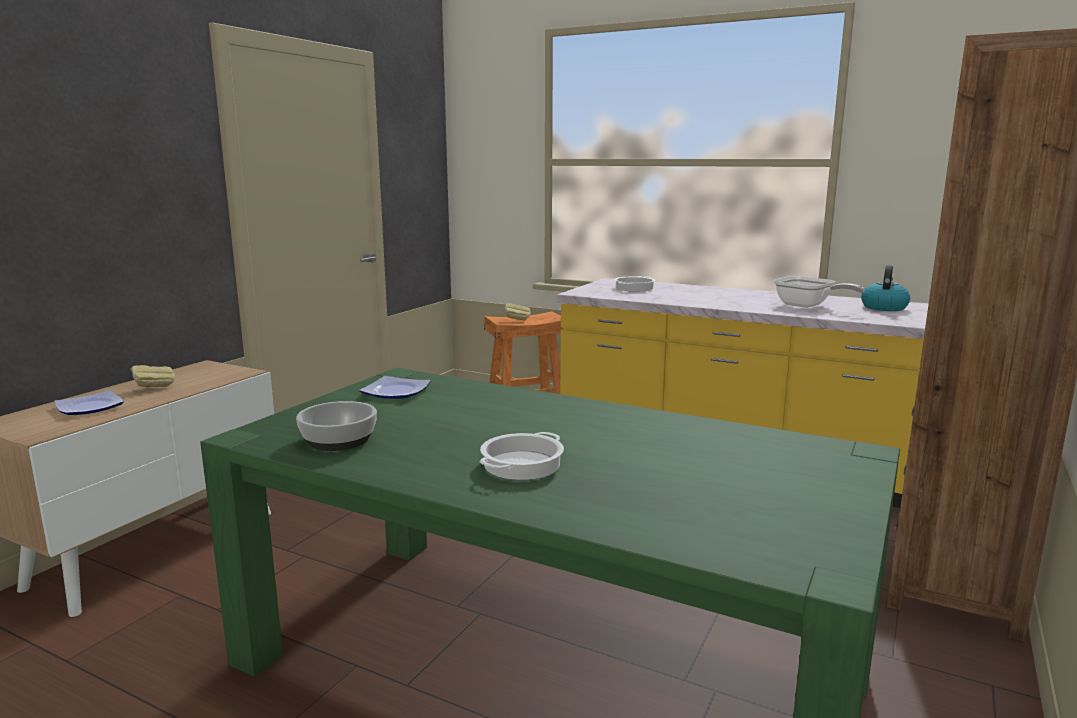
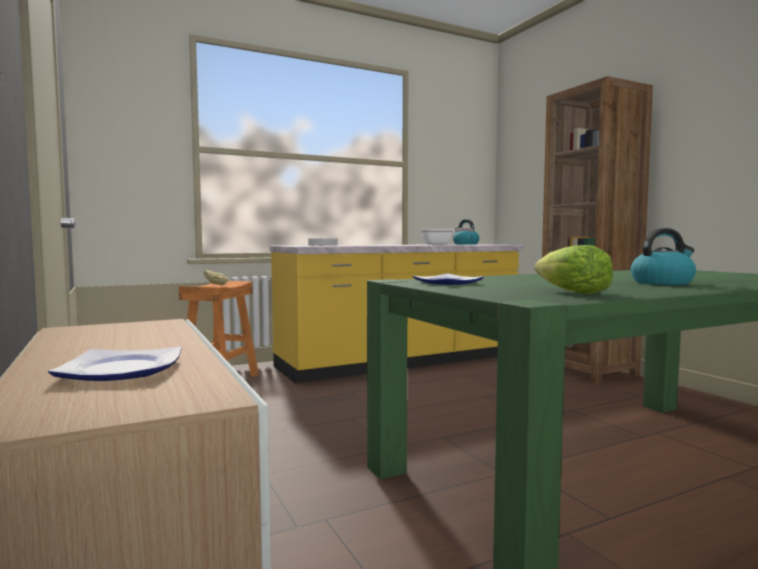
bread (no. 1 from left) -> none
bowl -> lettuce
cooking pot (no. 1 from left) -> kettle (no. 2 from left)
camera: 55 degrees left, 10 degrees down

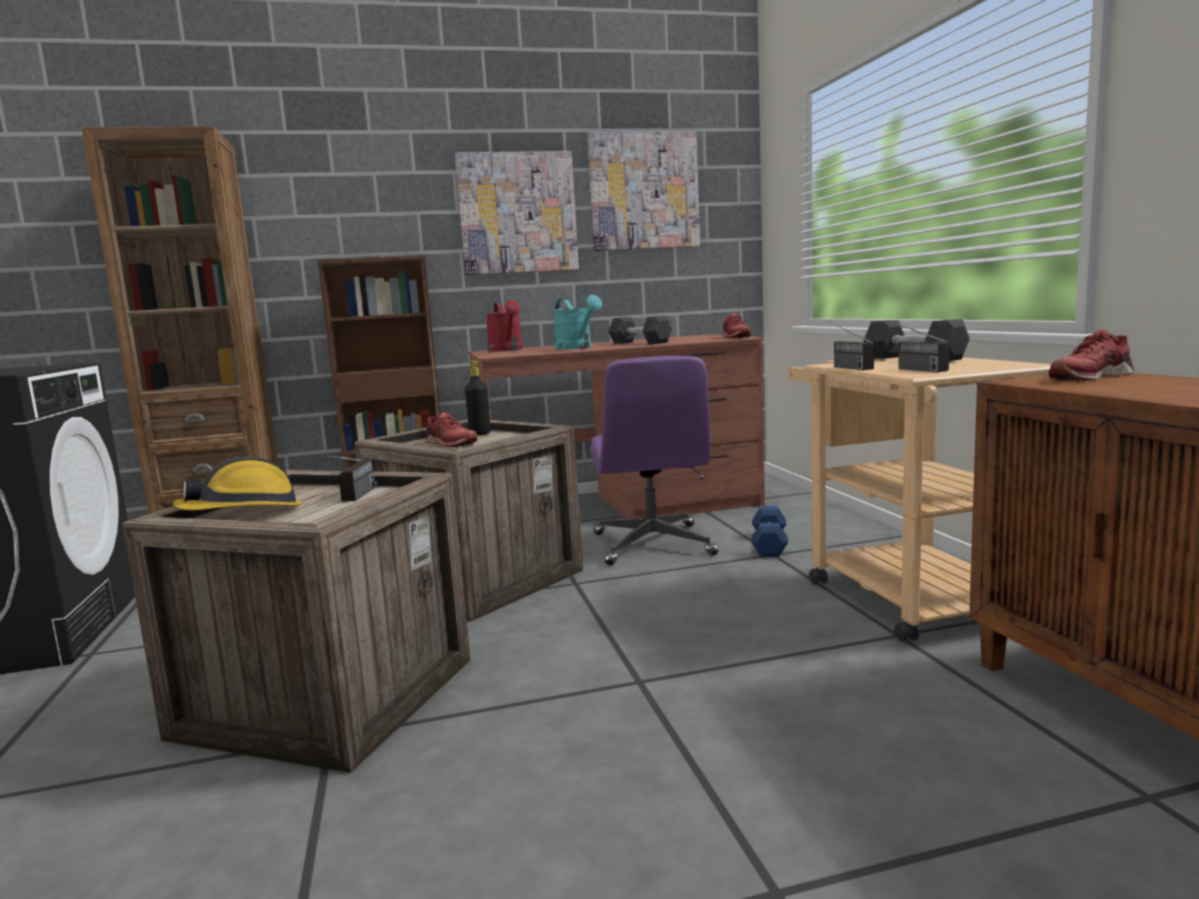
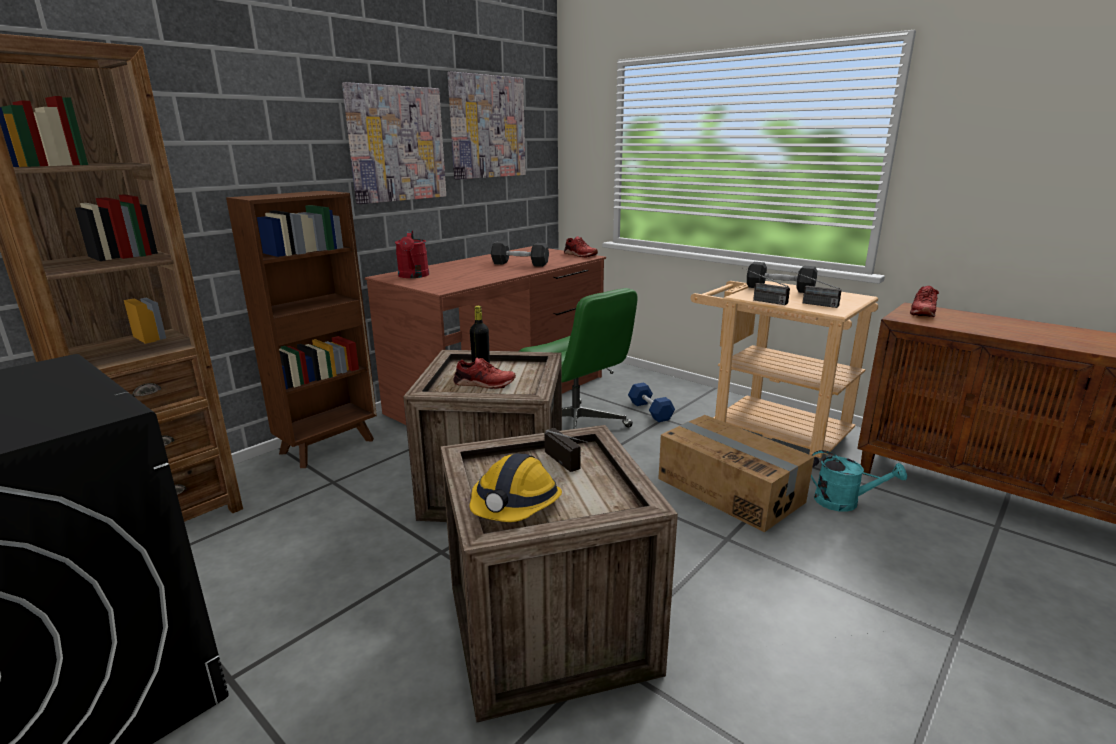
red watering can, 45 degrees clockwise
turquoise watering can, relocated
purple office chair -> green office chair
none -> cardboard box
camera: 35 degrees left, 10 degrees up

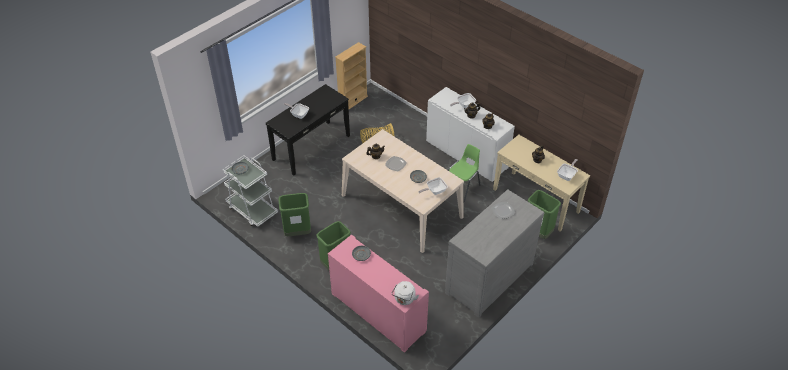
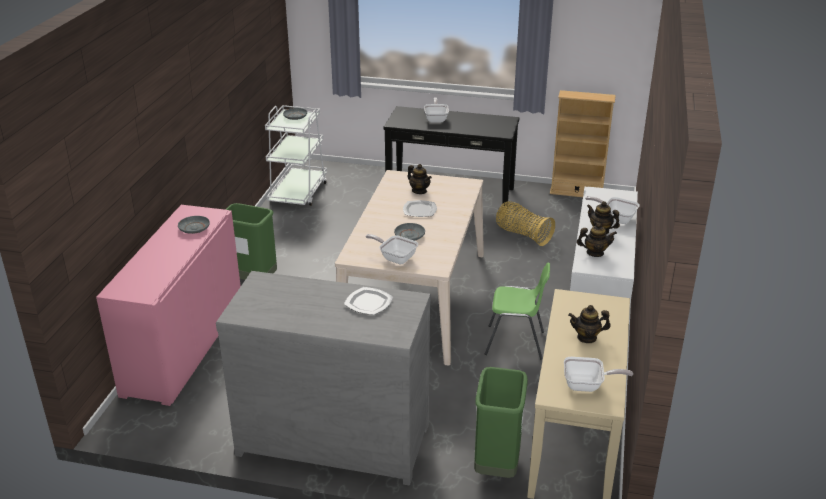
green trash can (no. 1 from left) -> none
white kettle -> none
camera: 60 degrees right, 15 degrees down

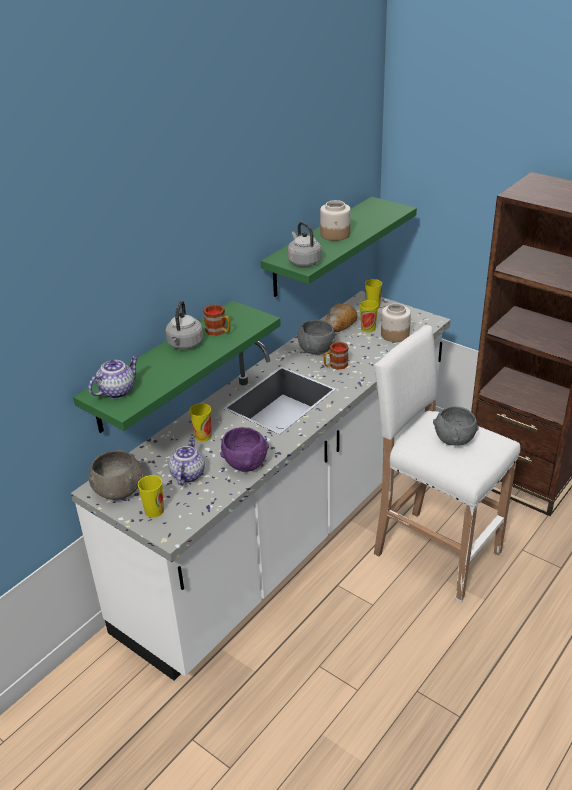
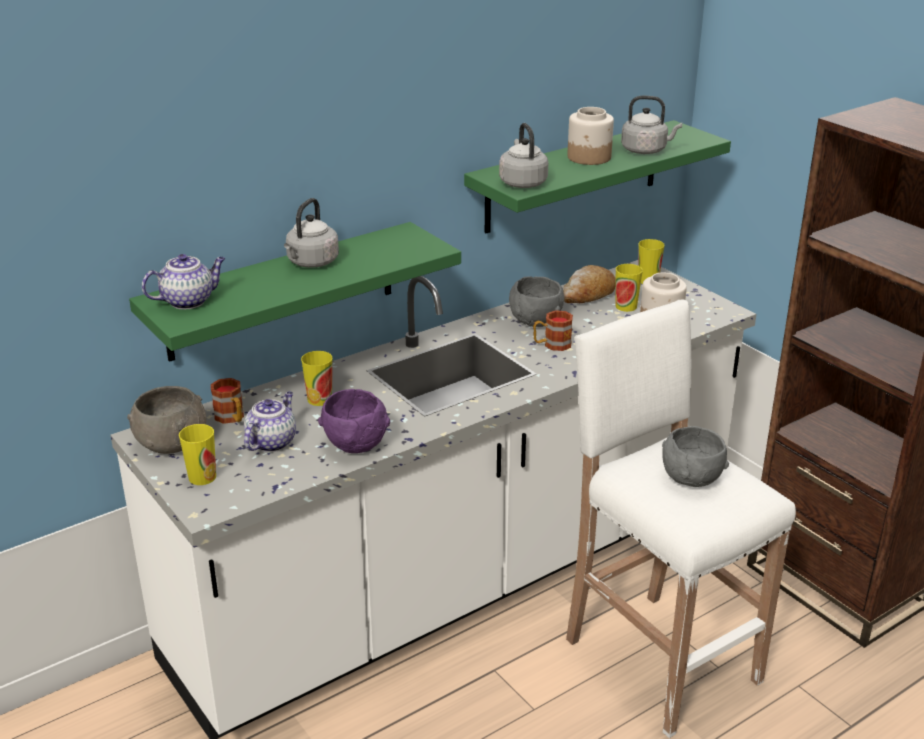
mug (no. 1 from left), relocated
none -> grey kettle (no. 3 from left)
camera: 15 degrees right, 5 degrees down

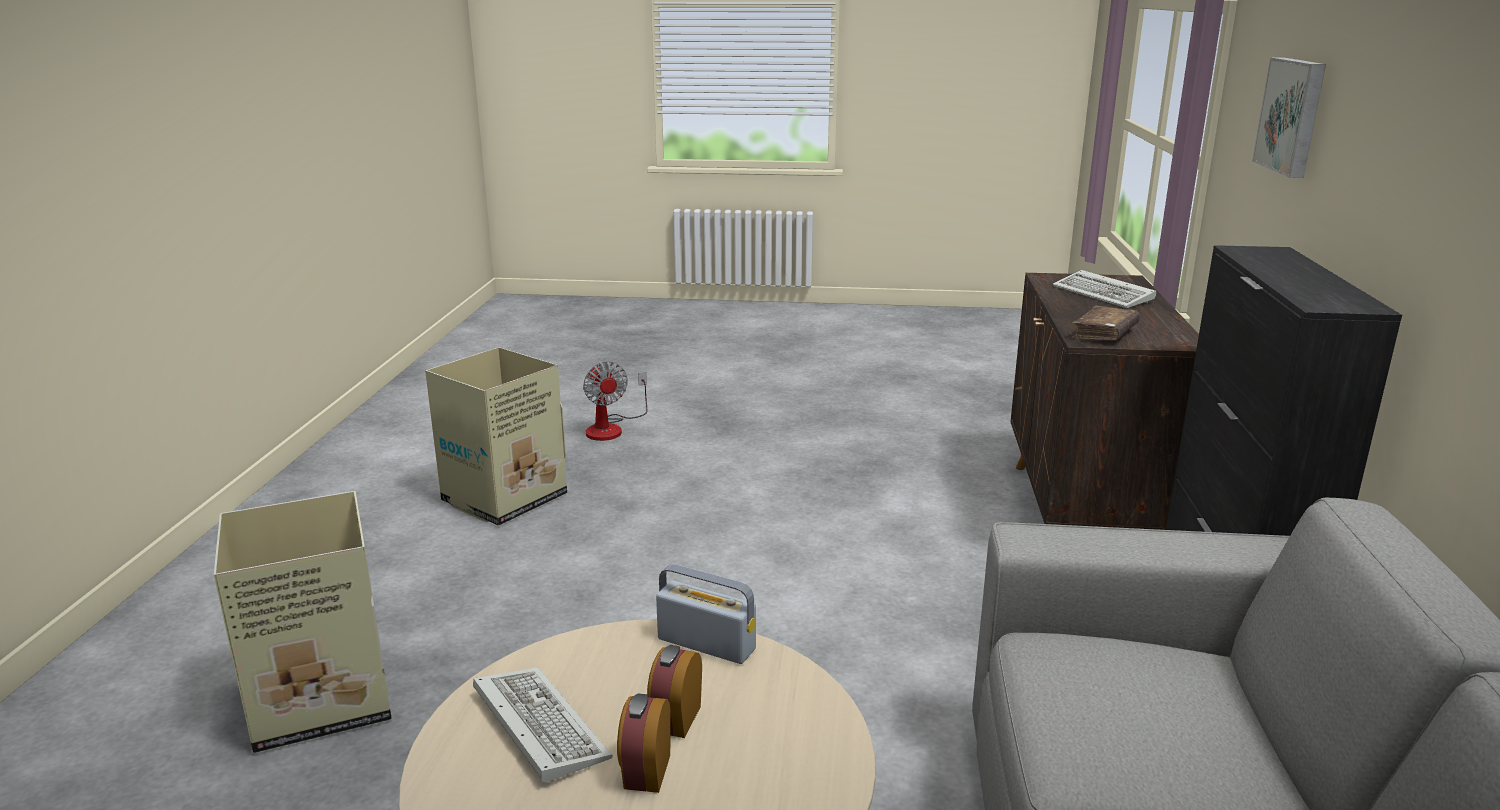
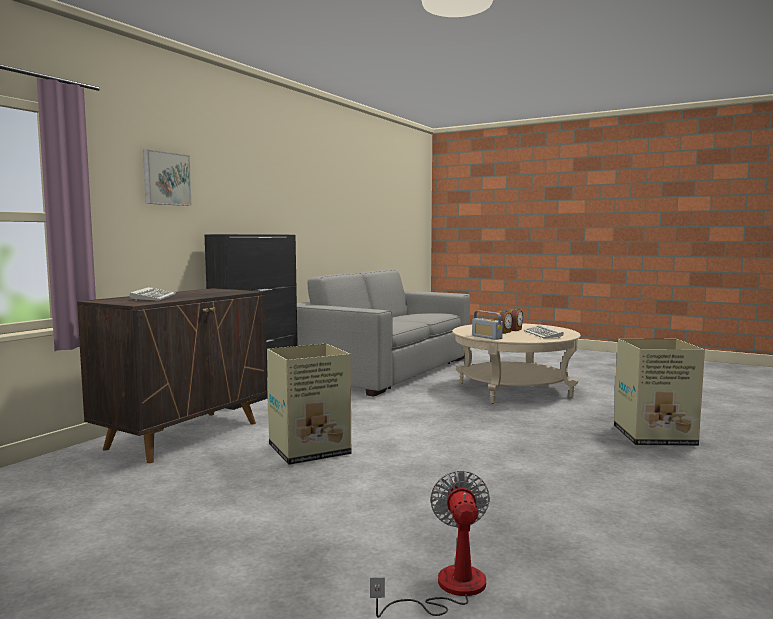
cardboard box (no. 2 from left in the first image) -> cardboard box (no. 1 from left), relocated
brown book -> none
camera: 155 degrees left, 15 degrees down

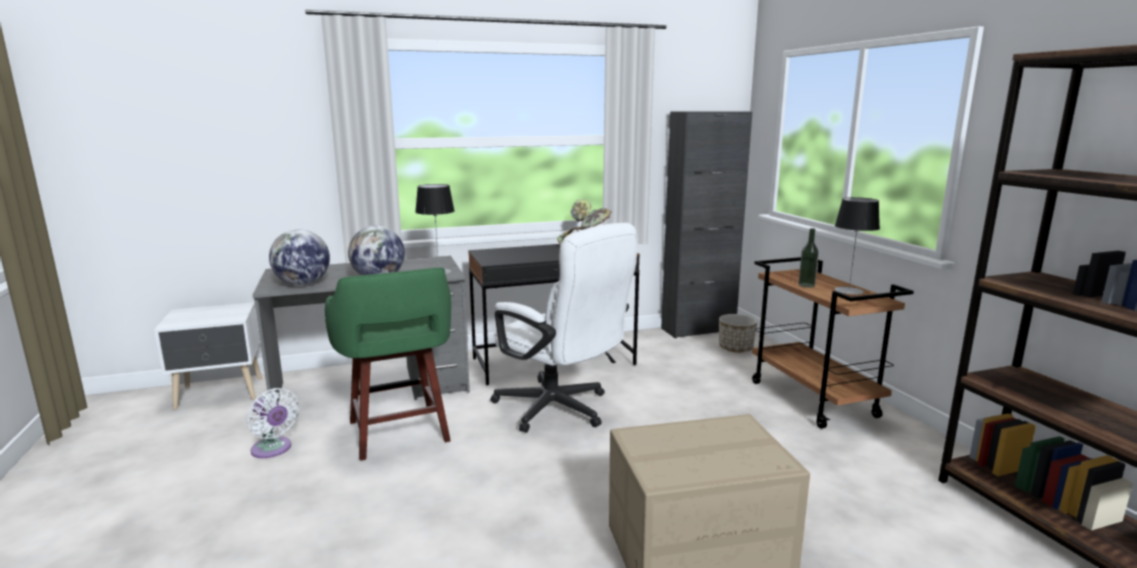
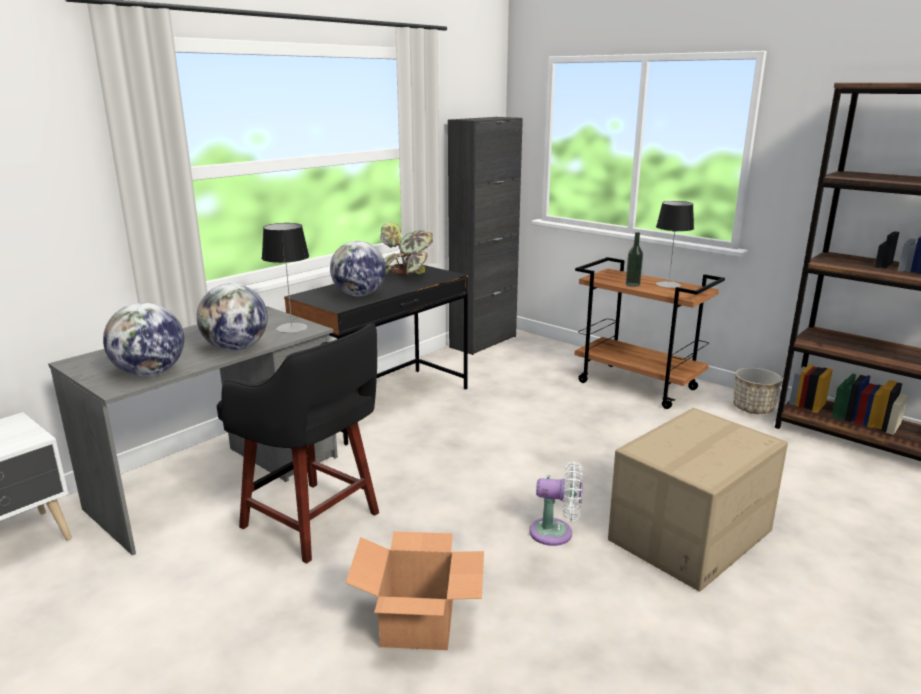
white fan, relocated
green stool -> black stool
white office chair -> none
planter, relocated
none -> globe (no. 3 from left)
none -> cardboard box (no. 1 from left)
camera: 30 degrees left, 5 degrees up

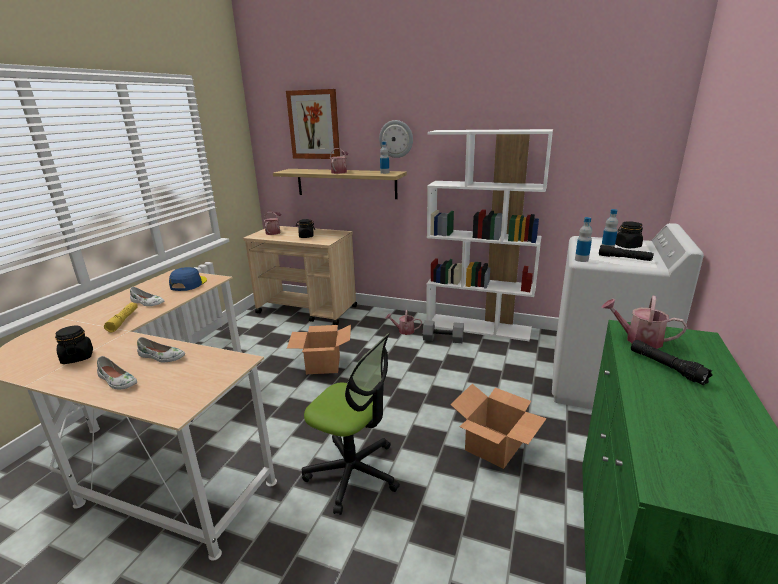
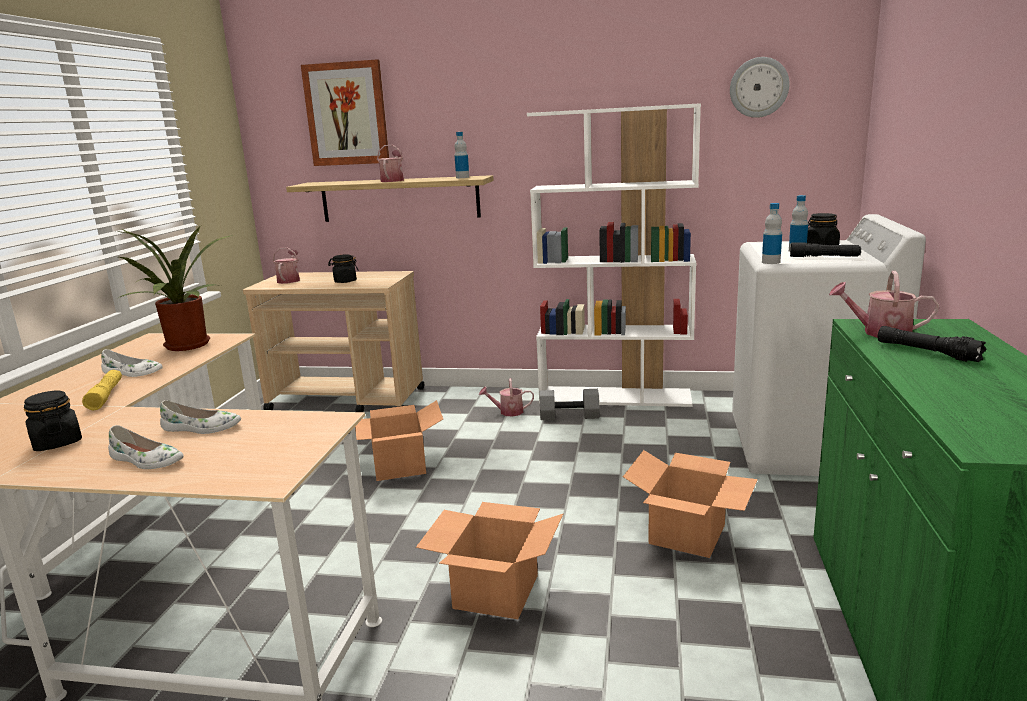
blue cap -> potted plant
office chair -> cardboard box (no. 2 from left)
wall clock, relocated
camera: 10 degrees left, 5 degrees down

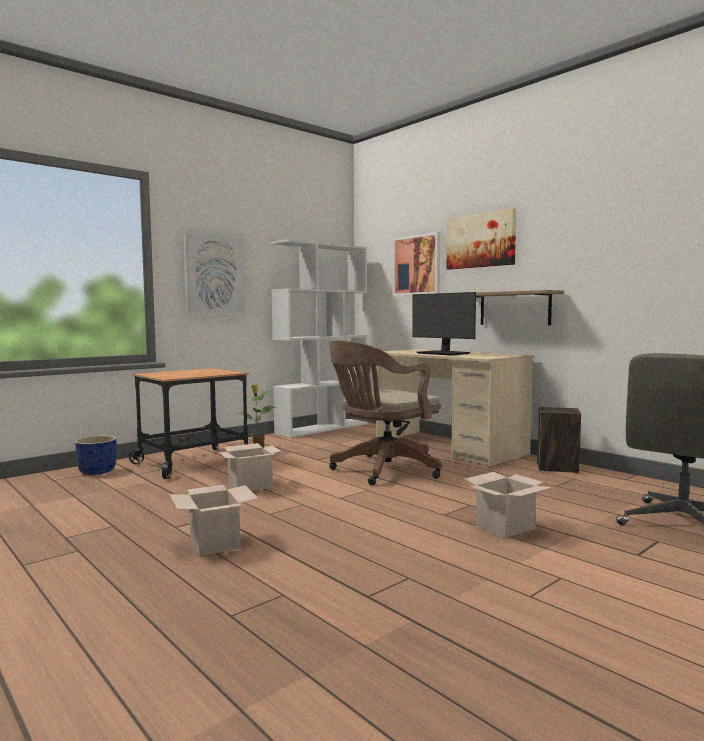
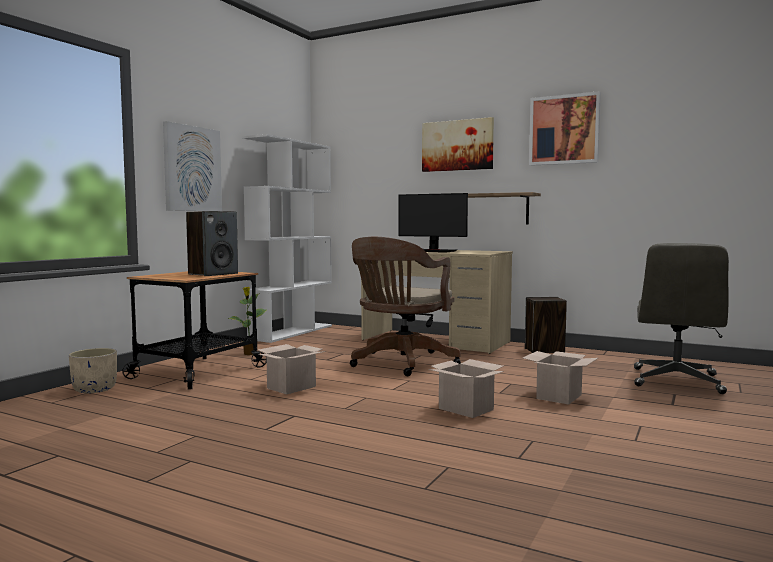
blue planter -> beige planter
cardboard box (no. 1 from left in the first image) -> cardboard box (no. 2 from left), relocated
picture (no. 2 from left in the first image) -> picture (no. 3 from left), relocated
none -> speaker (no. 1 from left)
camera: 20 degrees left, 0 degrees up

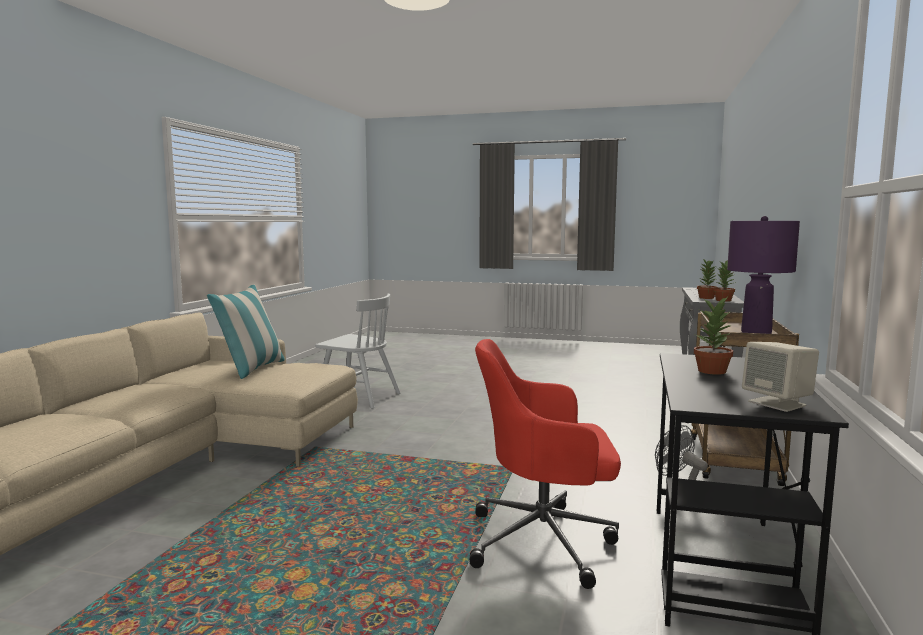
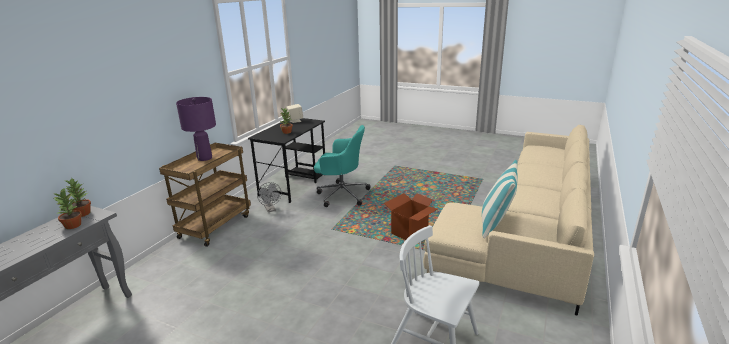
red office chair -> turquoise office chair
none -> cardboard box
camera: 170 degrees left, 15 degrees up

